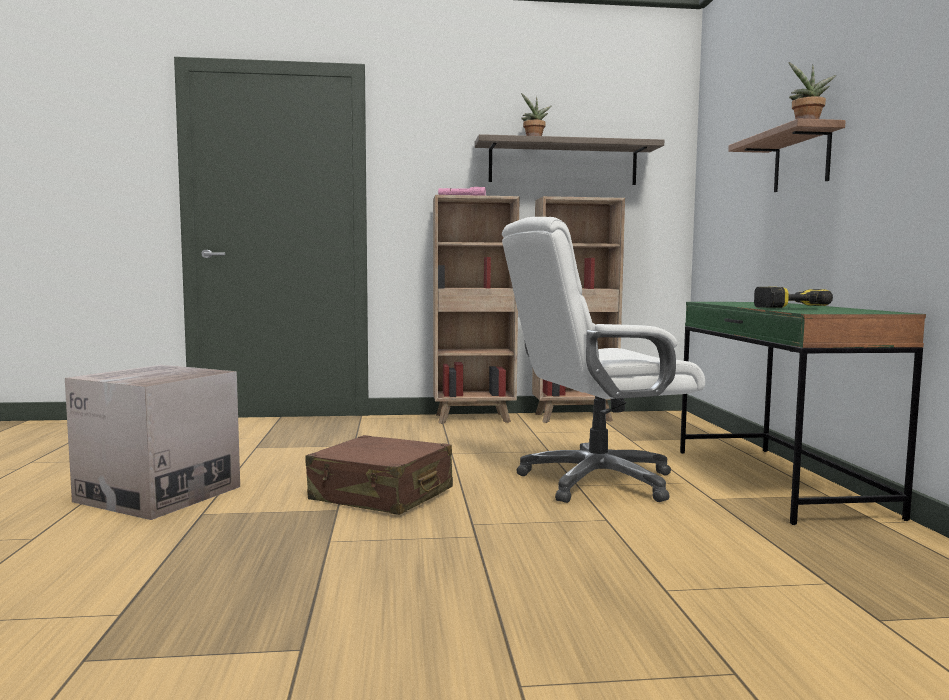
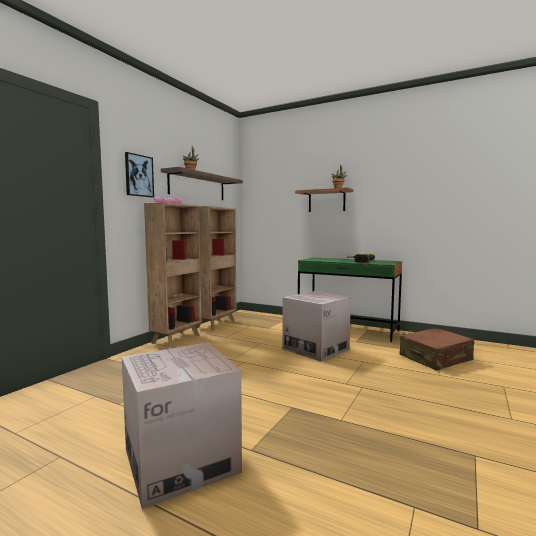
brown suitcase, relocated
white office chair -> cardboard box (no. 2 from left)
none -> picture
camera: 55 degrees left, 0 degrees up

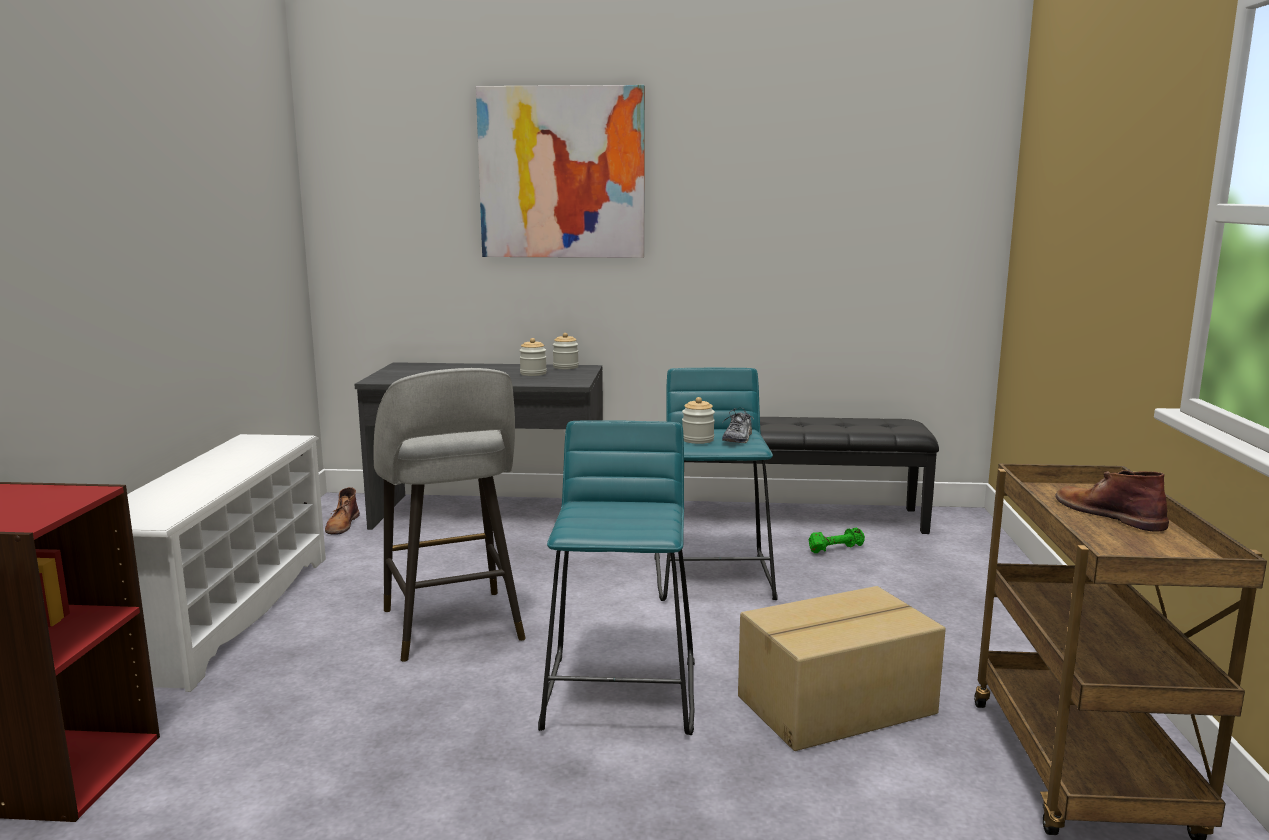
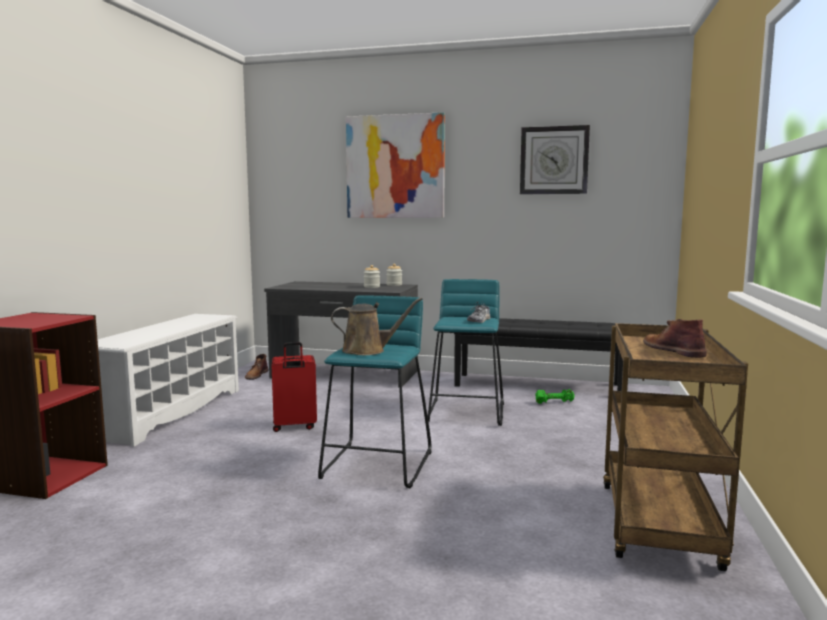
grey stool -> red suitcase
jar (no. 3 from left) -> none
cardboard box -> none
none -> brown watering can
none -> wall clock
camera: 10 degrees right, 5 degrees down

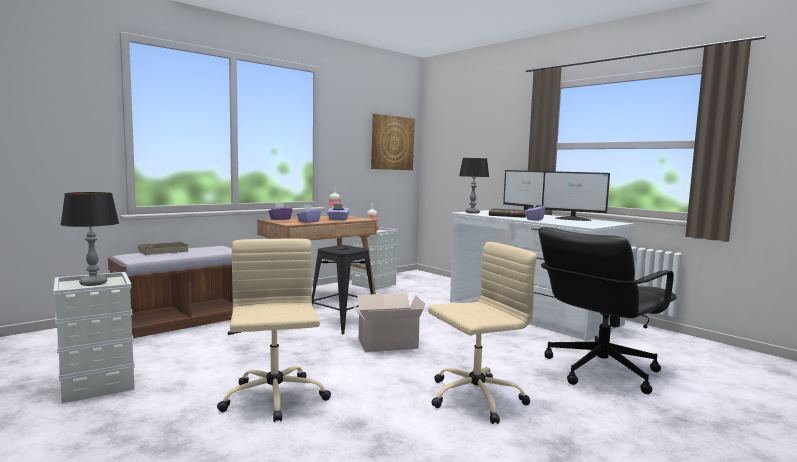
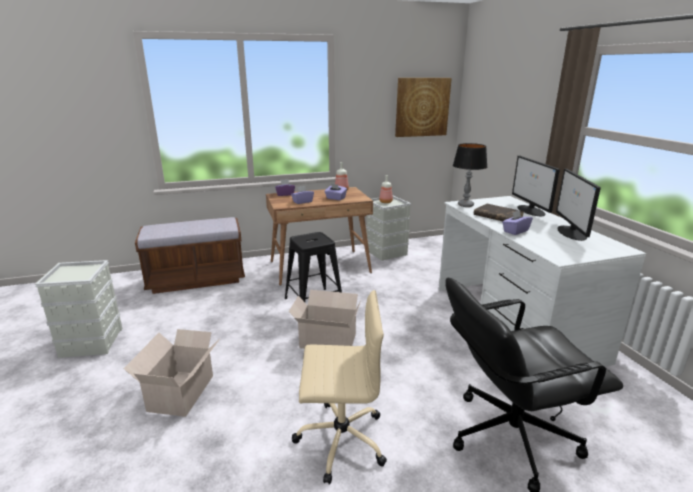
table lamp (no. 1 from left) -> none
brown book (no. 1 from left) -> none
beige office chair (no. 1 from left) -> cardboard box (no. 1 from left)
monitor (no. 2 from left), 45 degrees clockwise
camera: 25 degrees right, 15 degrees up

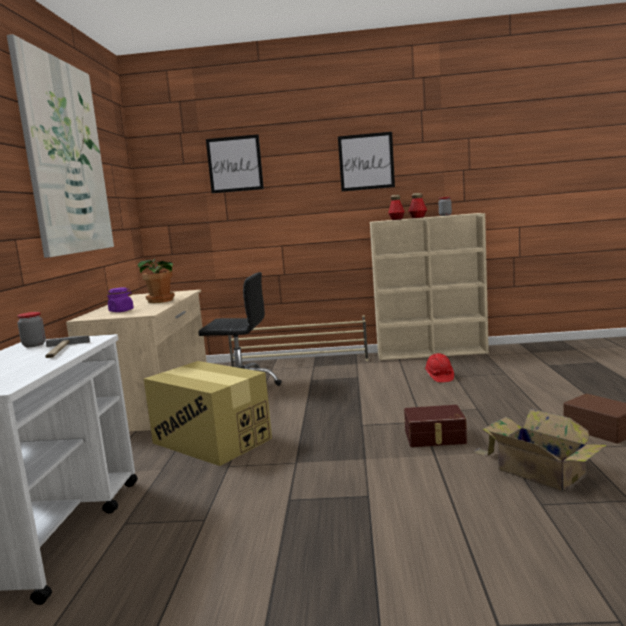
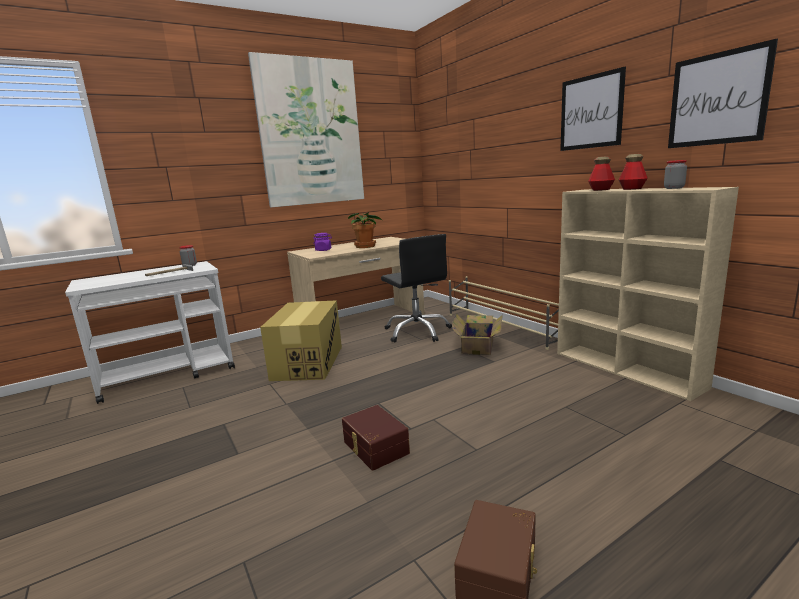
picture (no. 2 from left in the first image) -> picture (no. 3 from left), relocated
red hard hat -> none
cardboard box (no. 2 from left), relocated
camera: 55 degrees right, 5 degrees up

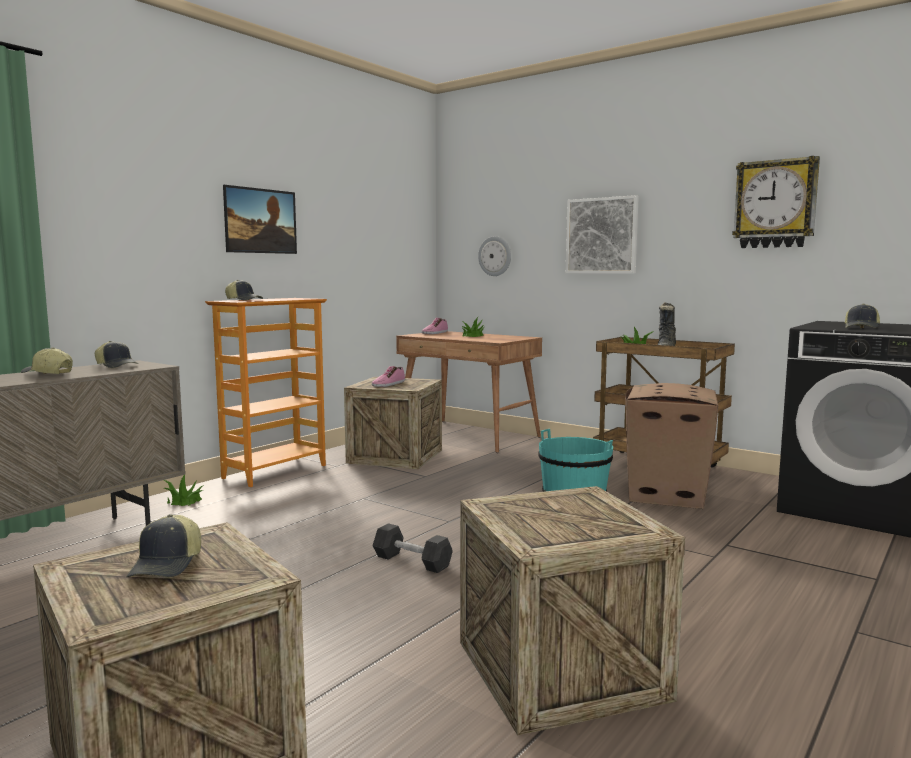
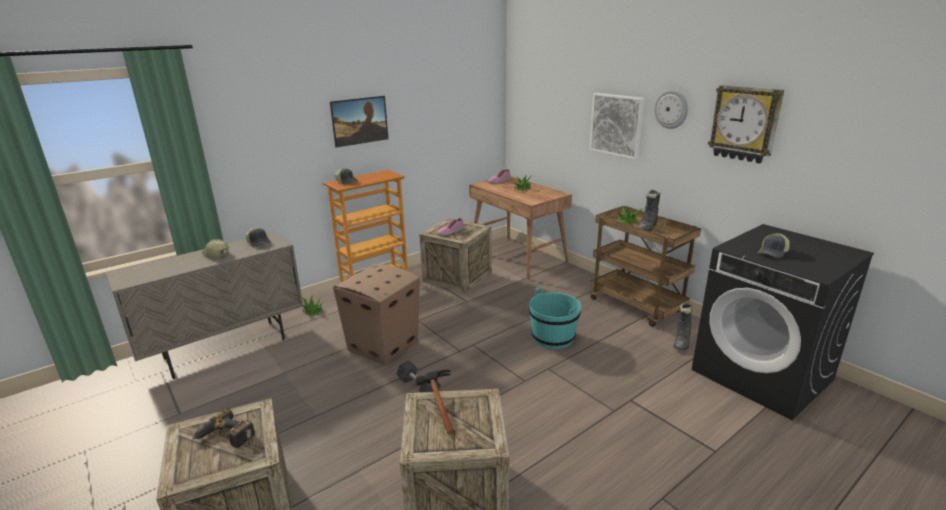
cap (no. 3 from left) -> power drill
wall clock (no. 1 from left), relocated
cardboard box, relocated
none -> hammer
none -> black boot (no. 2 from left)
camera: 15 degrees right, 15 degrees up

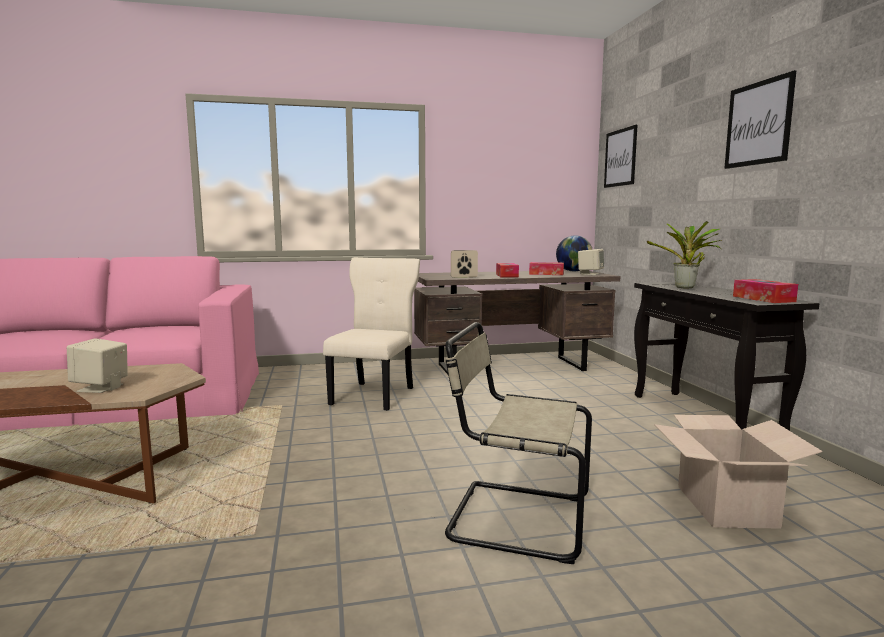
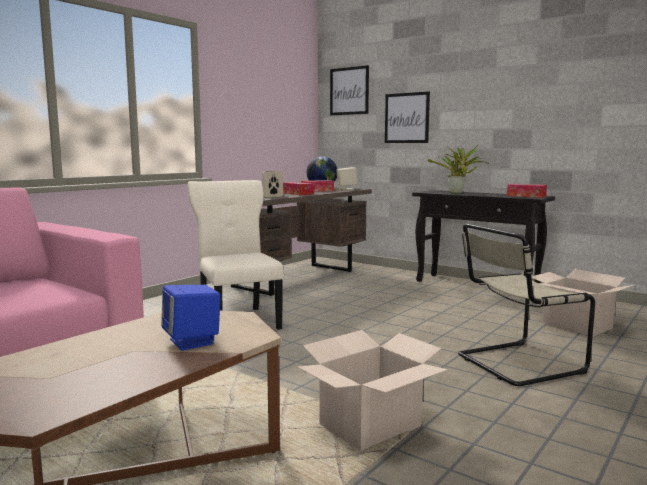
beige speaker (no. 1 from left) -> blue speaker
picture (no. 2 from left), relocated
none -> cardboard box (no. 1 from left)
camera: 40 degrees left, 0 degrees up

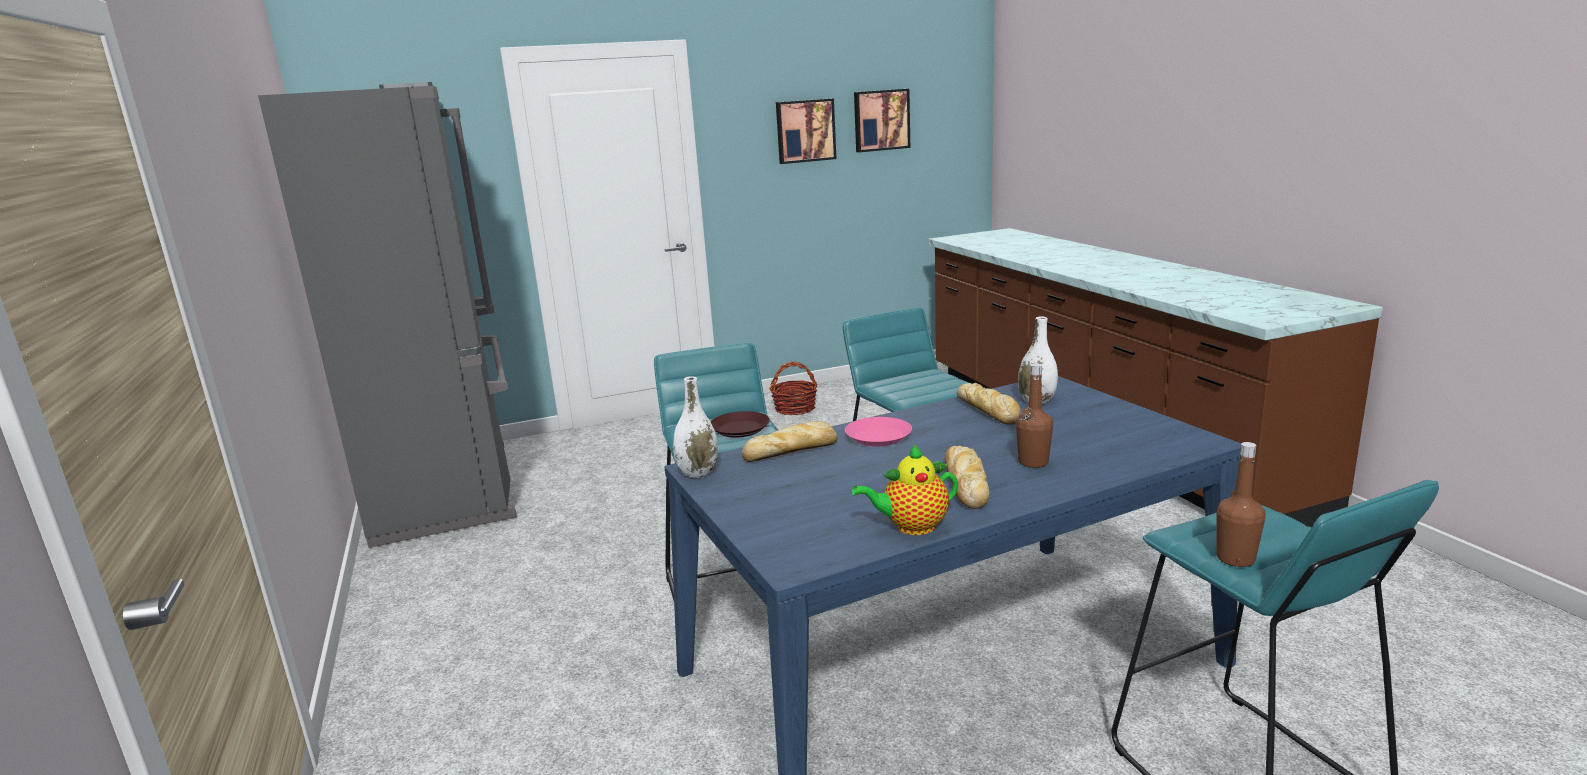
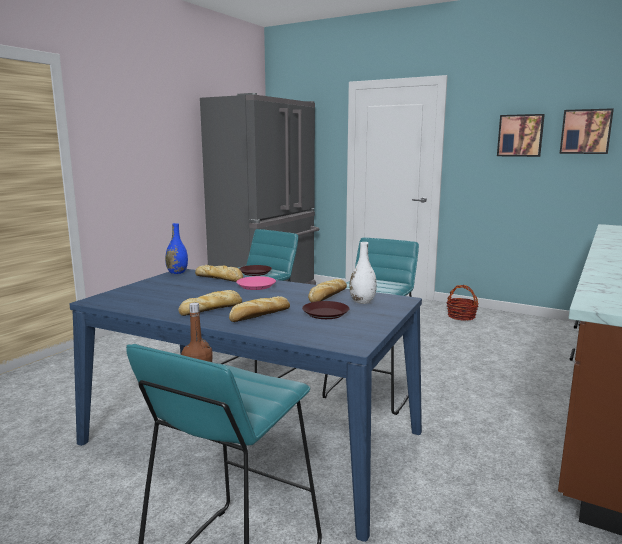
white vase (no. 1 from left) -> blue vase
teapot -> none
brown bottle (no. 1 from left) -> bread (no. 3 from left)
none -> brown plate (no. 2 from left)
camera: 50 degrees right, 5 degrees down

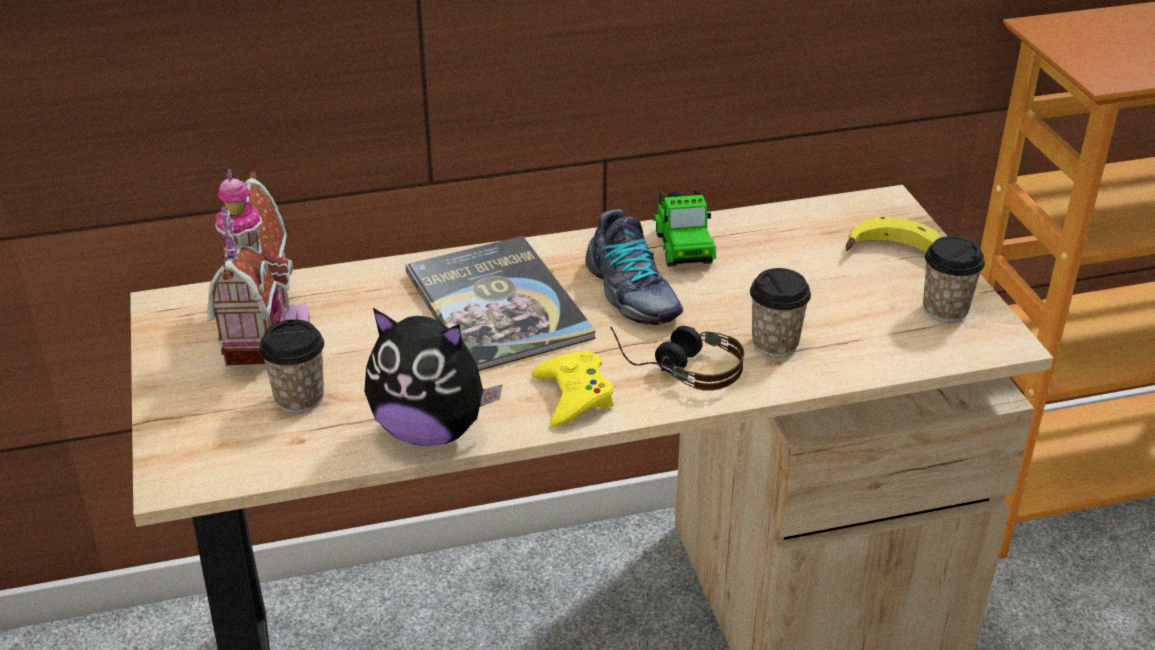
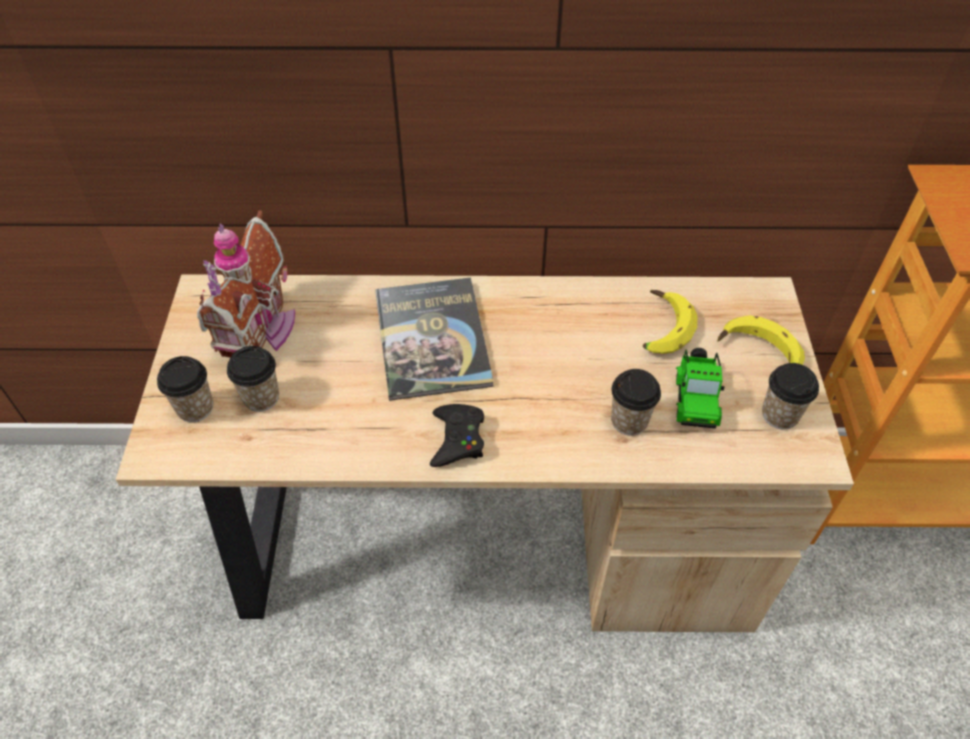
plush toy -> none
yellow game controller -> black game controller
shoe -> none
headphones -> none
toy car, relocated
none -> cup (no. 1 from left)
none -> banana (no. 1 from left)
camera: 15 degrees right, 15 degrees up

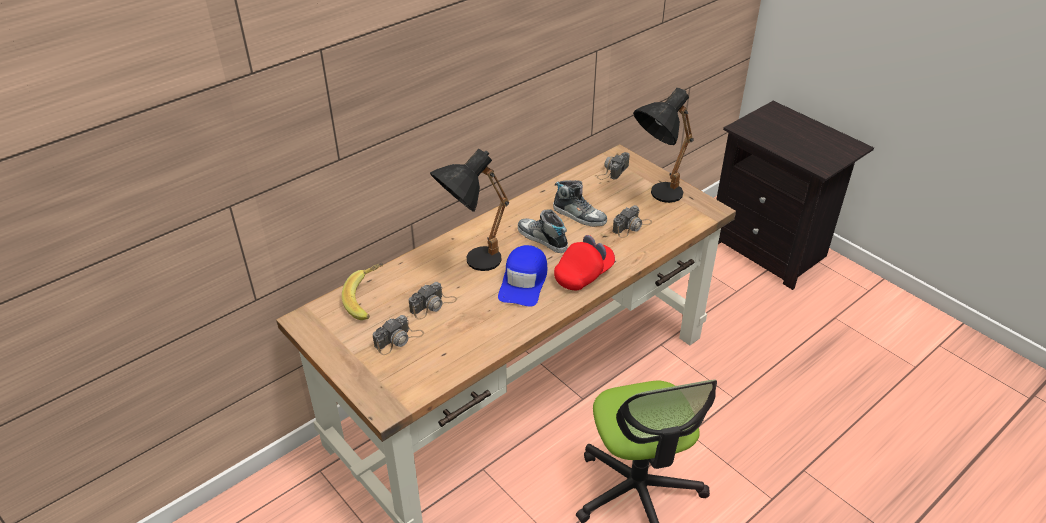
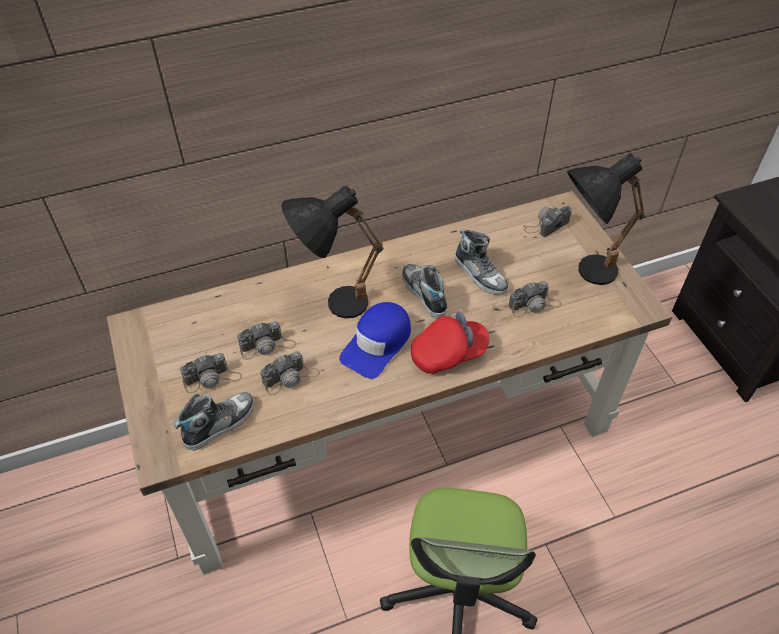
banana -> none
none -> shoe (no. 1 from left)
none -> photo camera (no. 3 from left)
camera: 20 degrees right, 10 degrees up

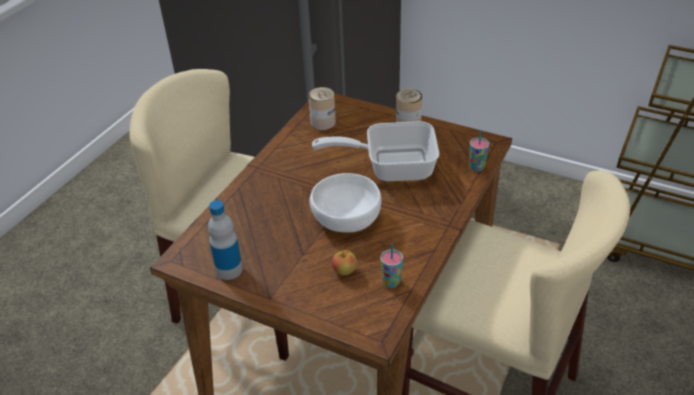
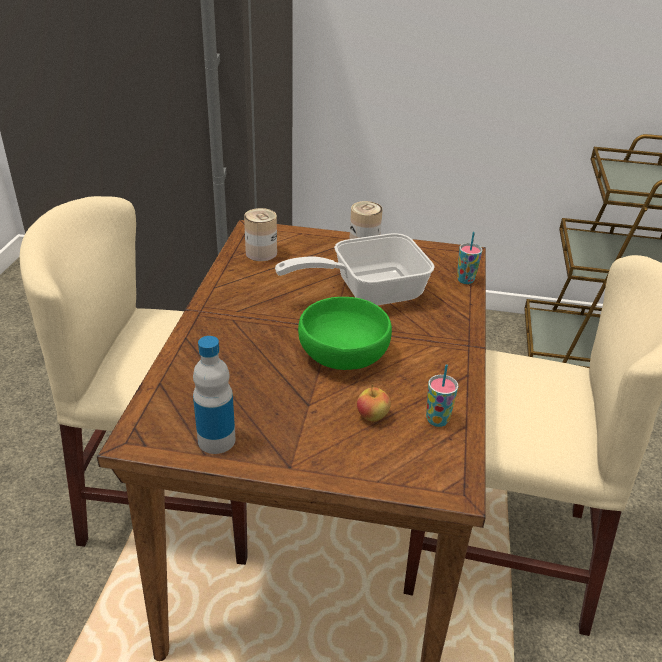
white bowl -> green bowl
camera: 20 degrees left, 5 degrees down

